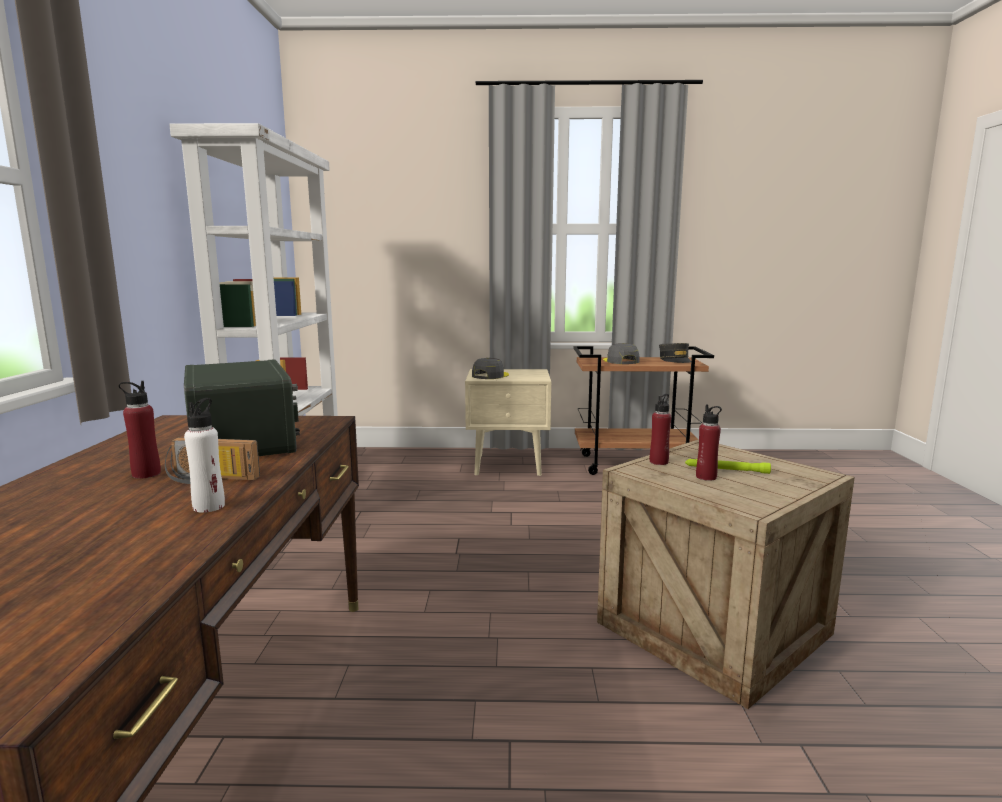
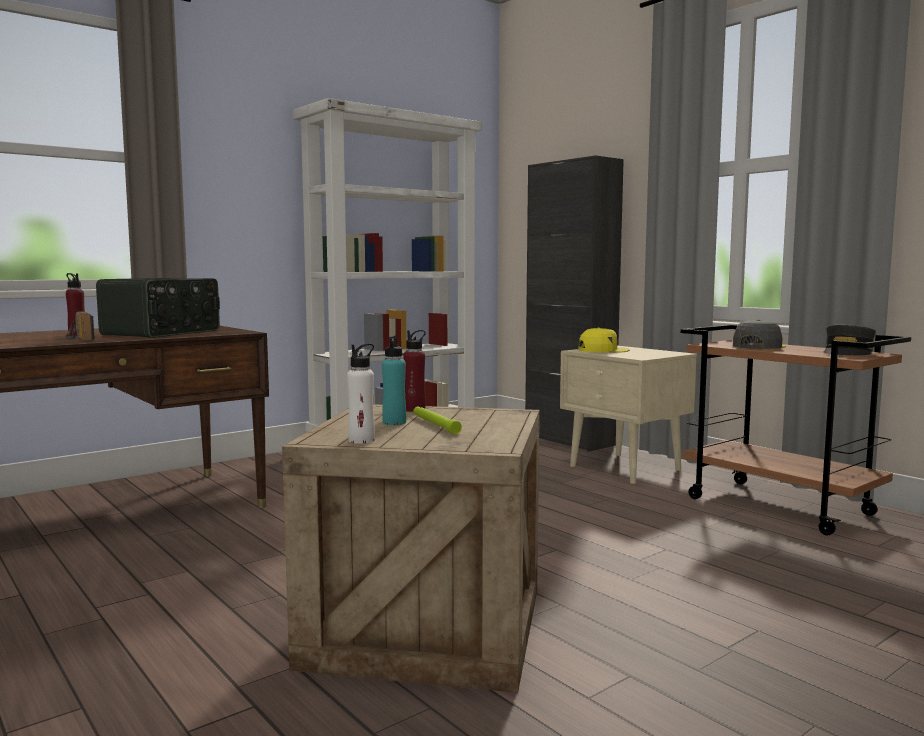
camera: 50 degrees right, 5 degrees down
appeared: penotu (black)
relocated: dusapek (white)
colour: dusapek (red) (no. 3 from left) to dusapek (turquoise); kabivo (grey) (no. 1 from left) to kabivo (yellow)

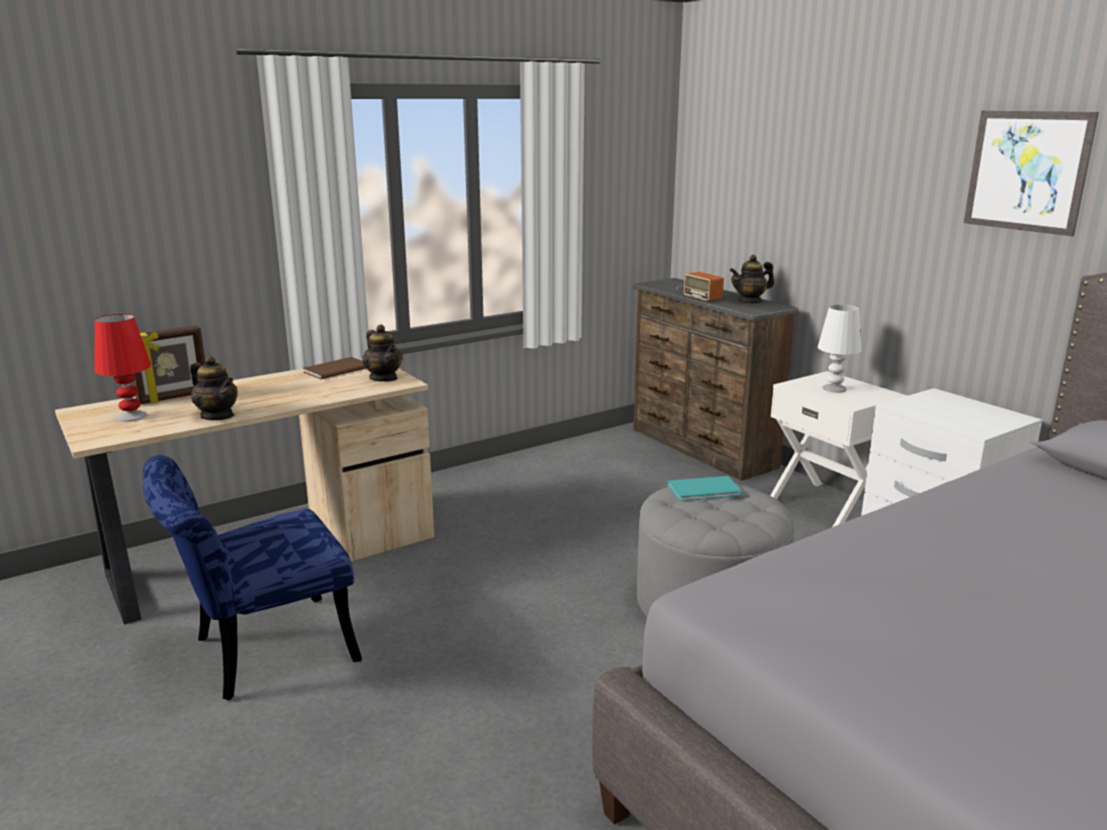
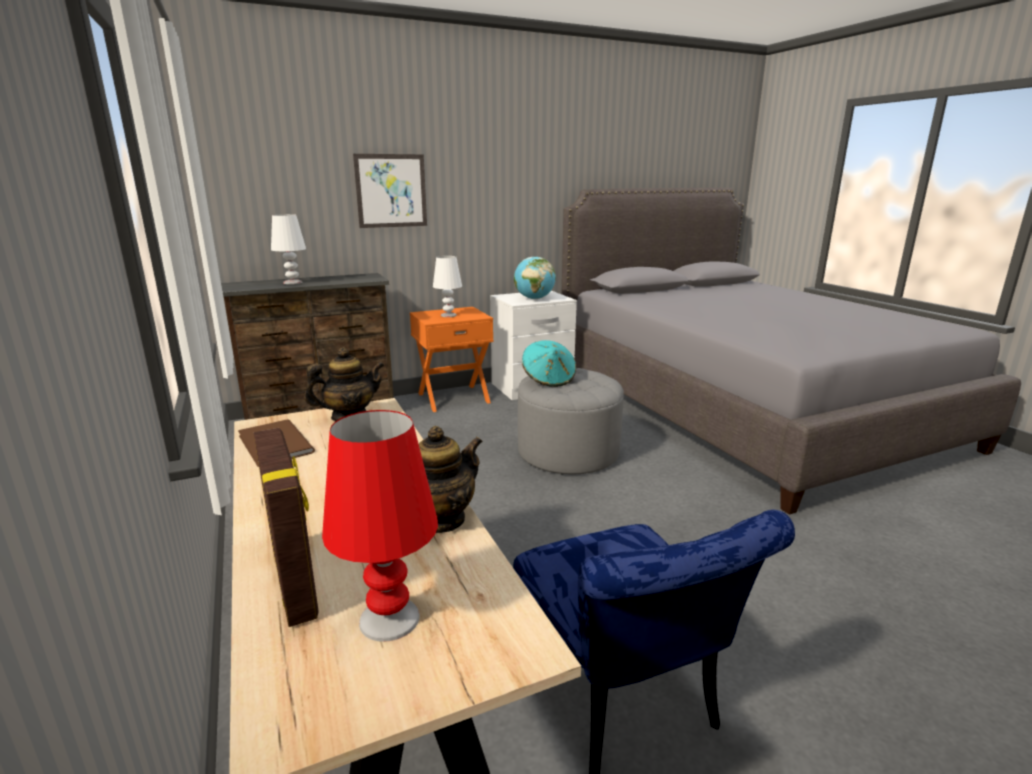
camera: 80 degrees left, 0 degrees up
missing: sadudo (no. 3 from left)
appeared: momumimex
relocated: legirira
exchanged: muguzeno to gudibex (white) (no. 1 from left); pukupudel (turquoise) to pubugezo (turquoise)
colour: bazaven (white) (no. 1 from left) to bazaven (orange)

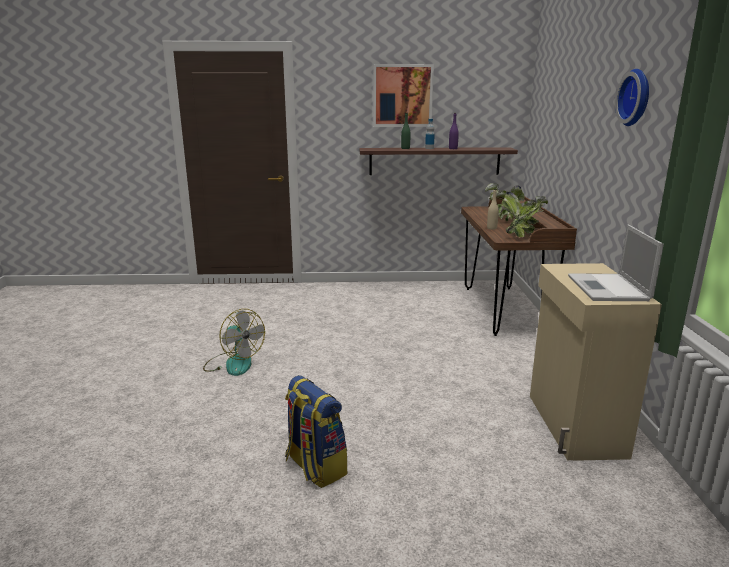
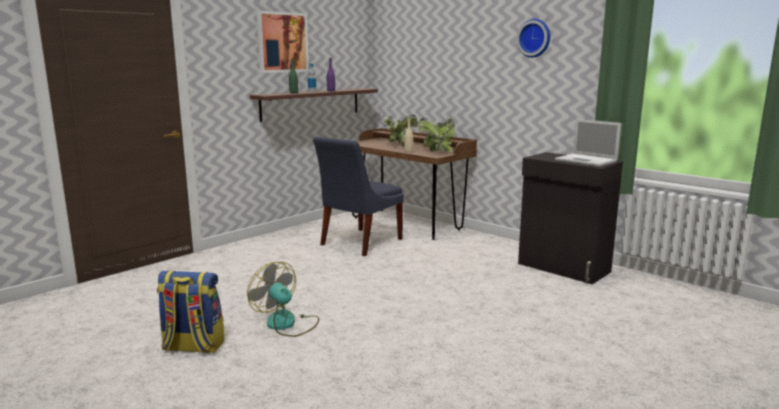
camera: 45 degrees left, 5 degrees down
appeared: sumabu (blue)
relocated: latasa
colour: penotu (beige) to penotu (black)
spun: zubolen 135 degrees counterclockwise

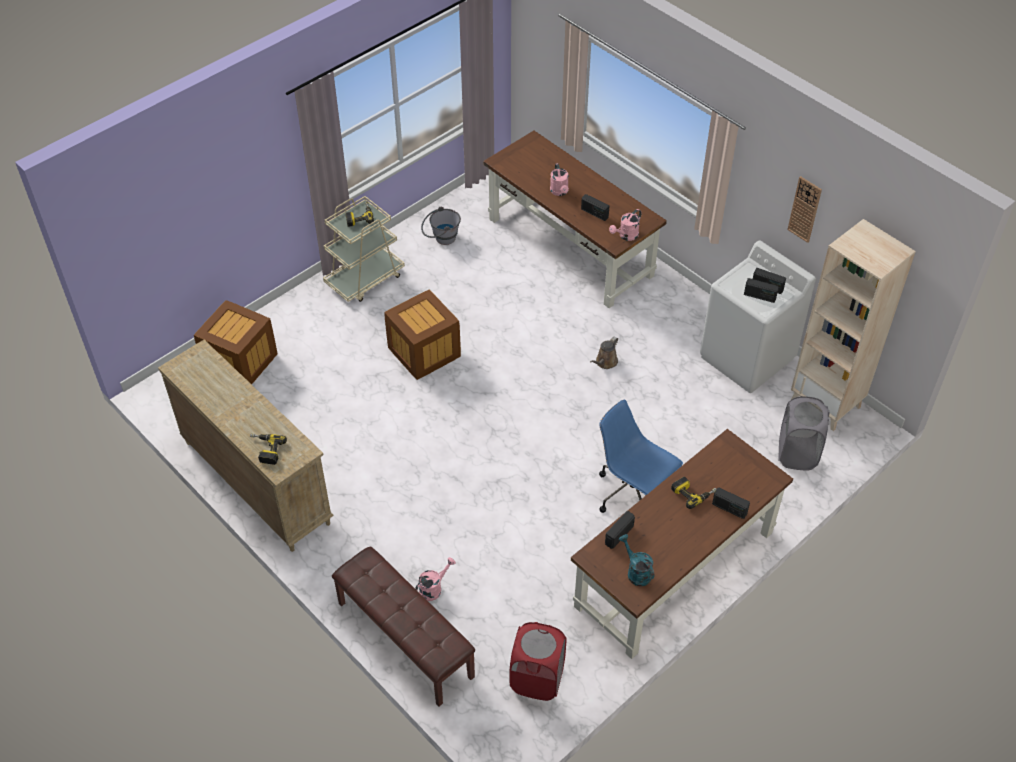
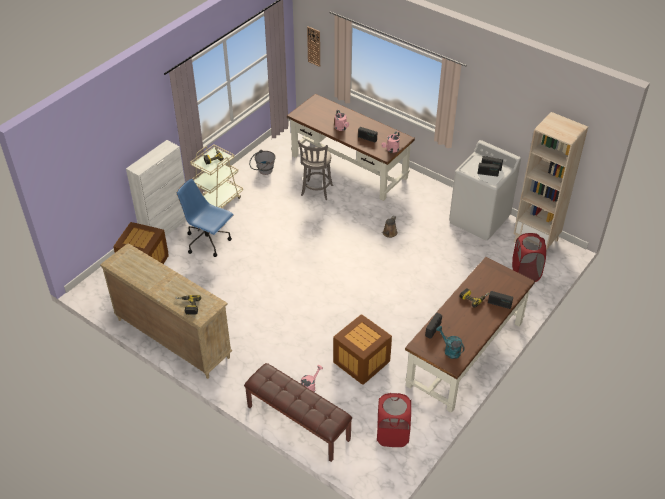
camera: 10 degrees left, 5 degrees down
appeared: penotu (white); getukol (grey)
relocated: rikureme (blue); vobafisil; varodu (no. 2 from left)
colour: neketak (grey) to neketak (red) (no. 2 from left)

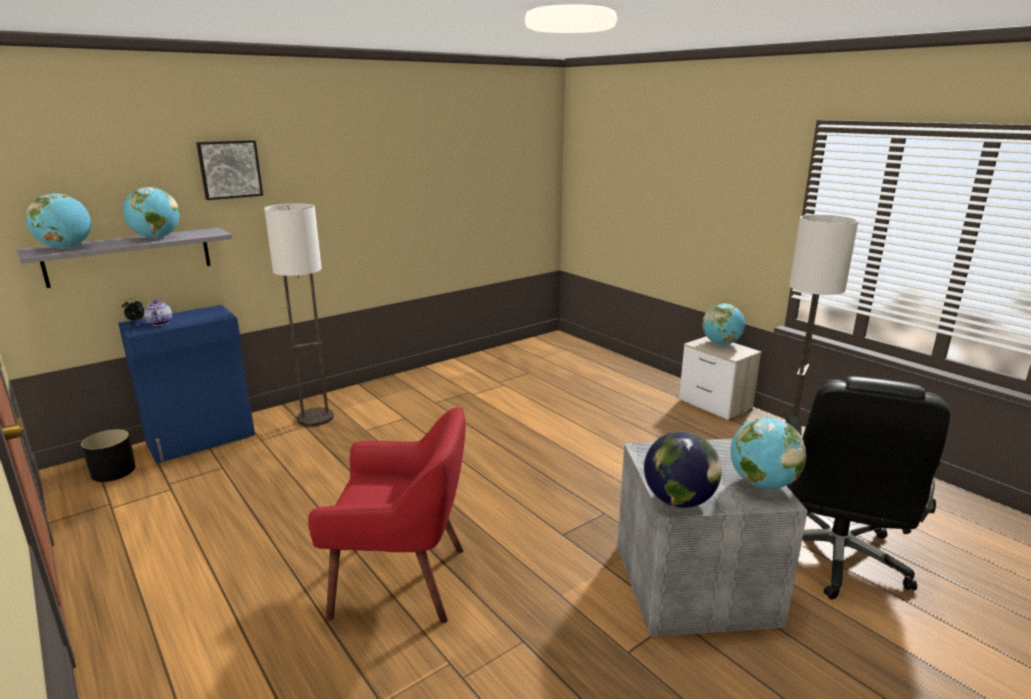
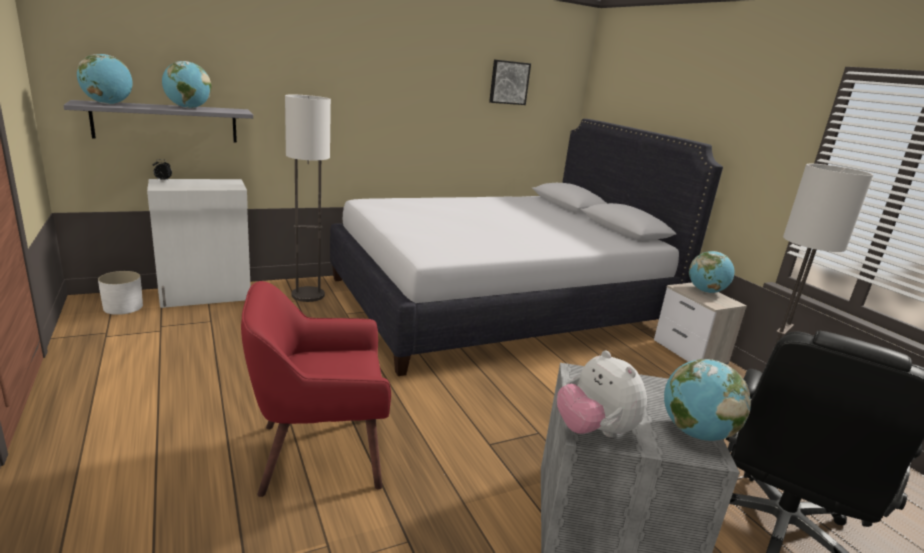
camera: 10 degrees right, 0 degrees up
missing: sadudo
appeared: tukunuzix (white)
relocated: legirira
exchanged: momumimex (no. 3 from left) to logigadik
colour: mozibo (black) to mozibo (white); penotu (blue) to penotu (white)
spun: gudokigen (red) 150 degrees clockwise

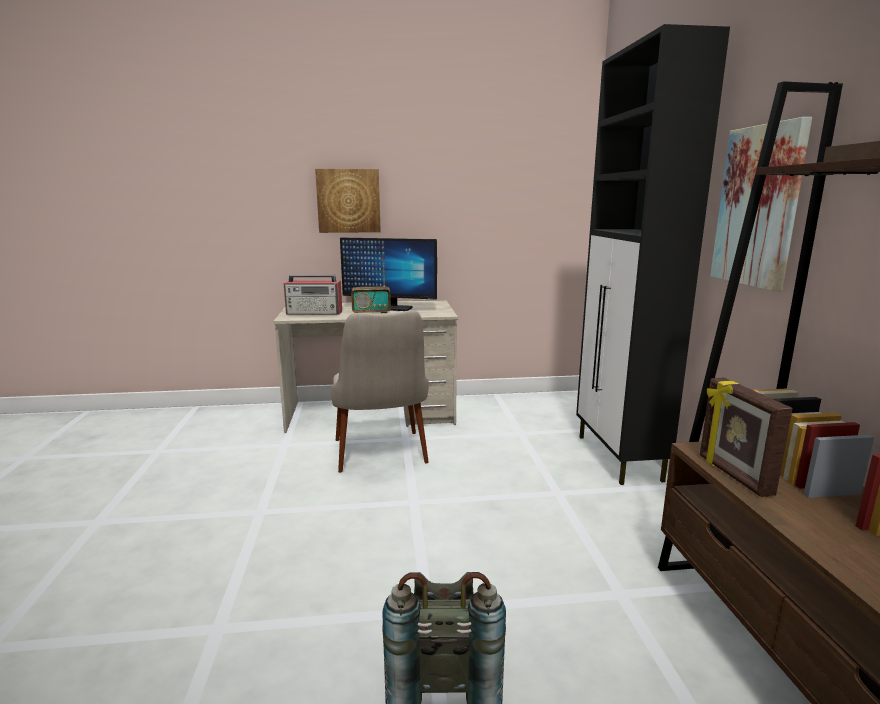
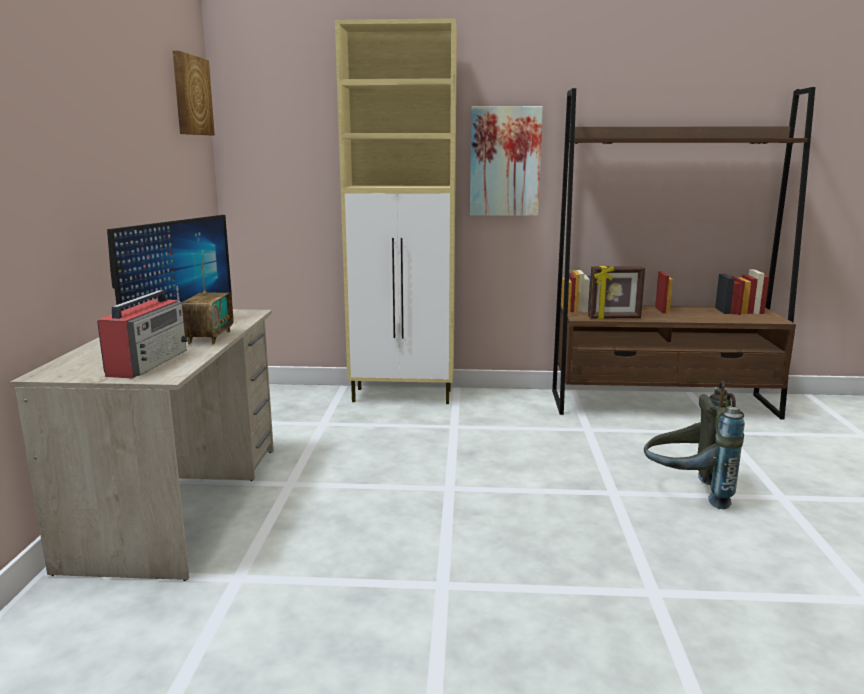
camera: 80 degrees left, 0 degrees up
missing: sumabu (beige)
relocated: legirira (no. 1 from left)
colour: penotu (black) to penotu (beige)

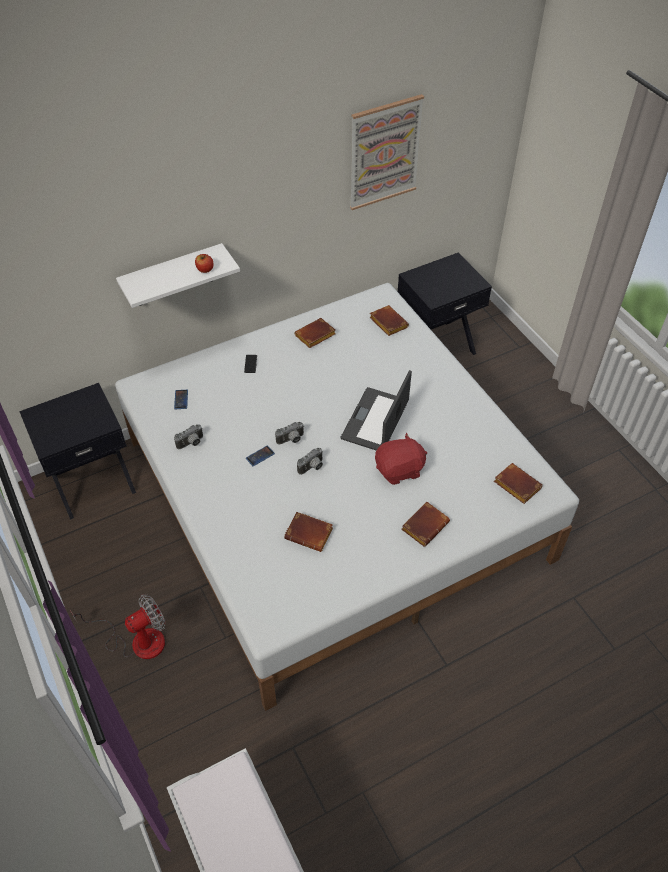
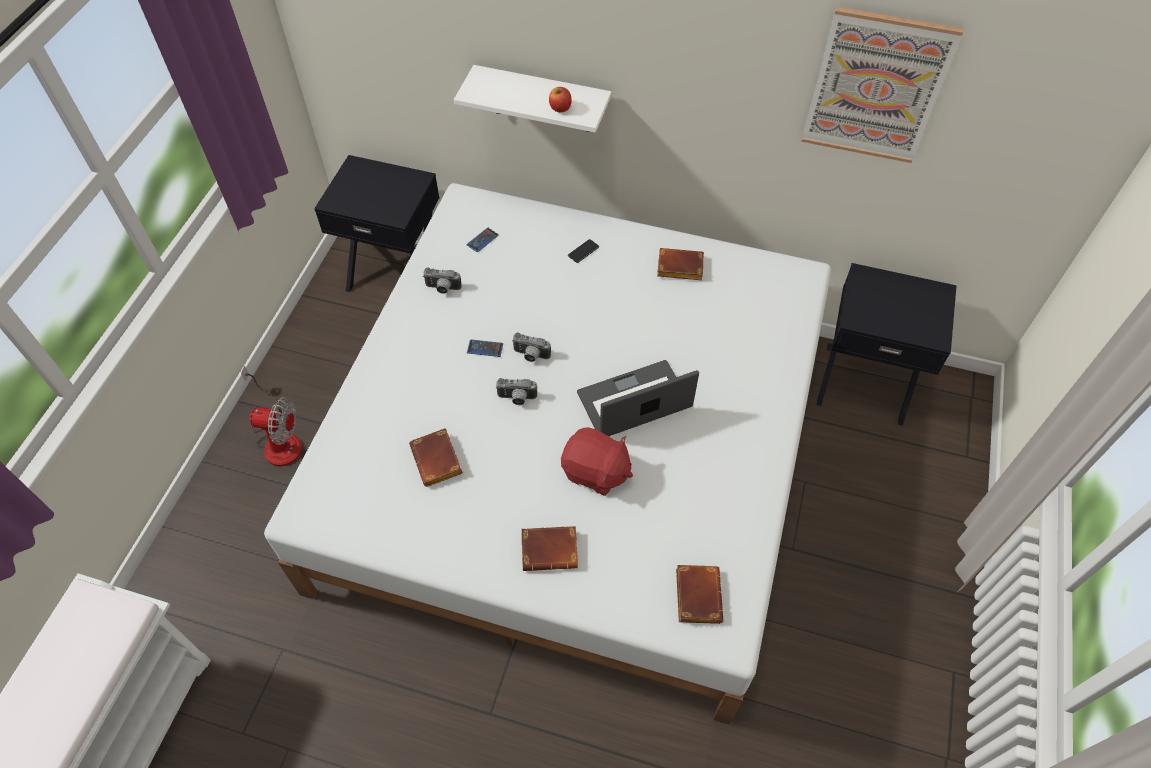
camera: 45 degrees right, 5 degrees up
missing: pukupudel (brown) (no. 3 from left)

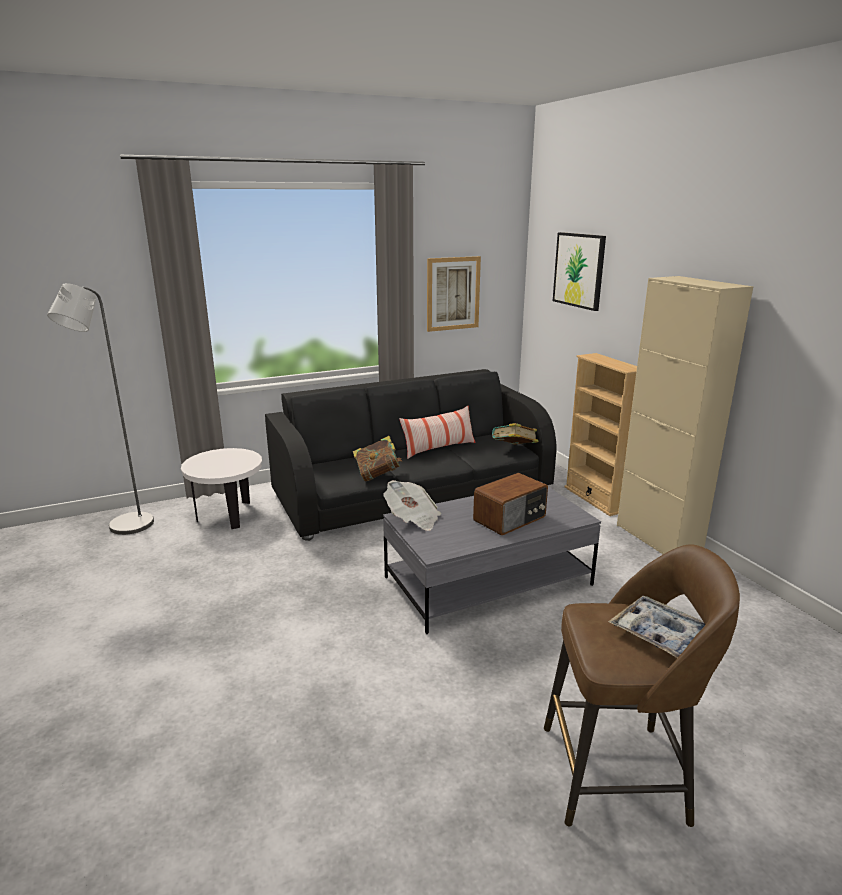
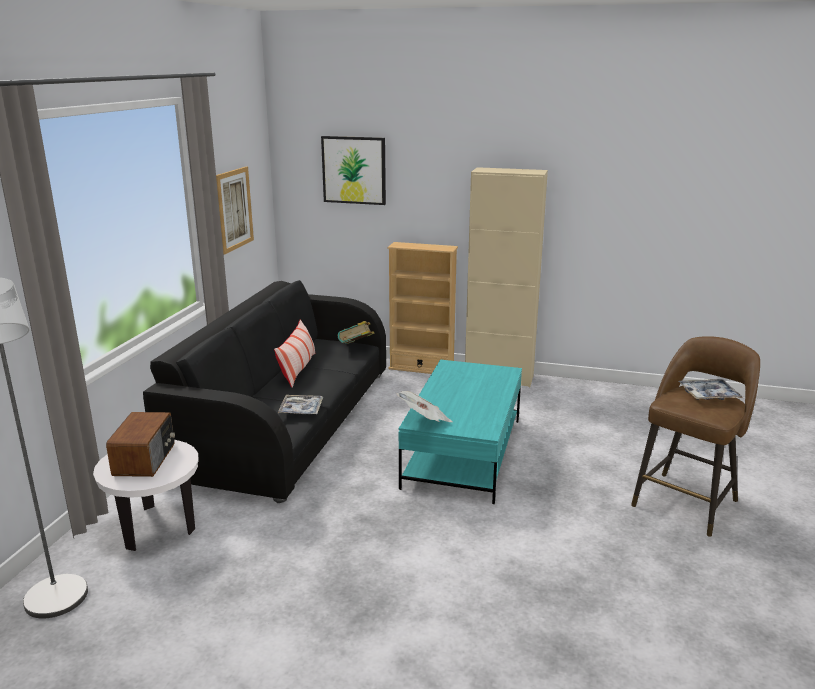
camera: 50 degrees left, 0 degrees up
relocated: muguzeno
exchanged: pukupudel (no. 1 from left) to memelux (no. 1 from left)
colour: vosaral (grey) to vosaral (turquoise)

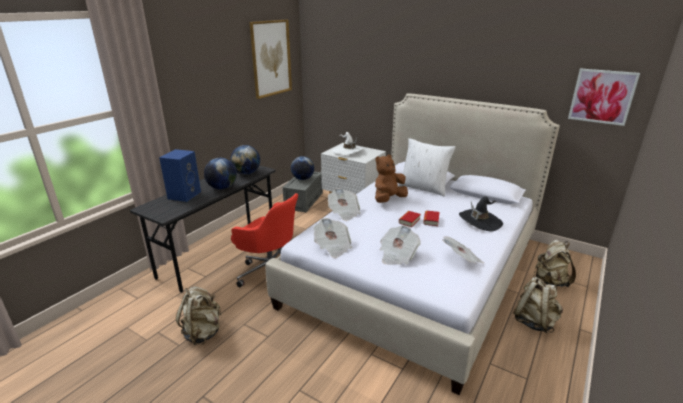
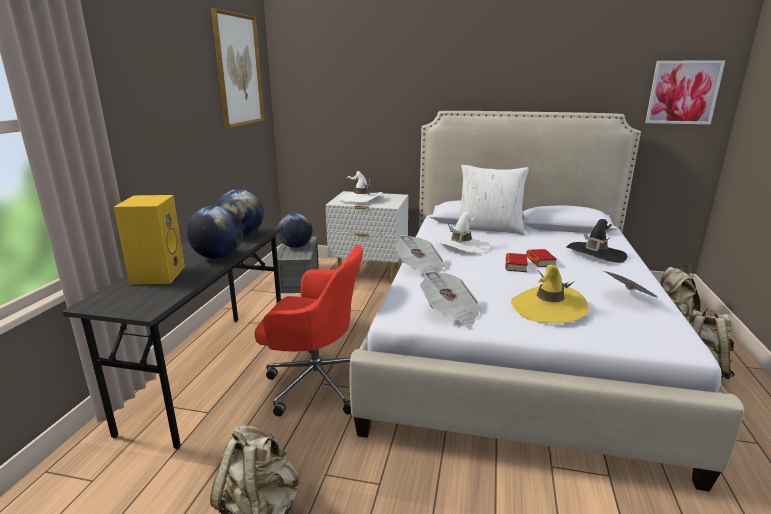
camera: 20 degrees left, 5 degrees down
exchanged: logigadik (brown) to pubugezo (white) (no. 2 from left); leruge (no. 3 from left) to pubugezo (yellow)
colour: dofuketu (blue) to dofuketu (yellow)

